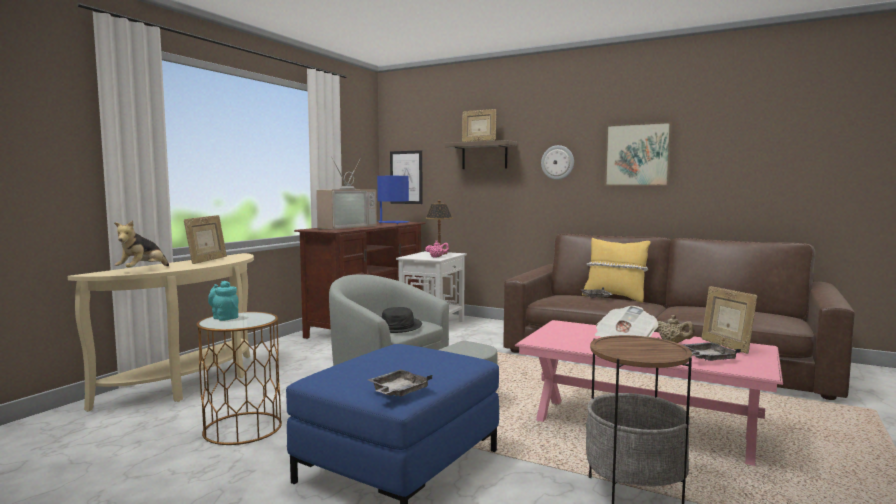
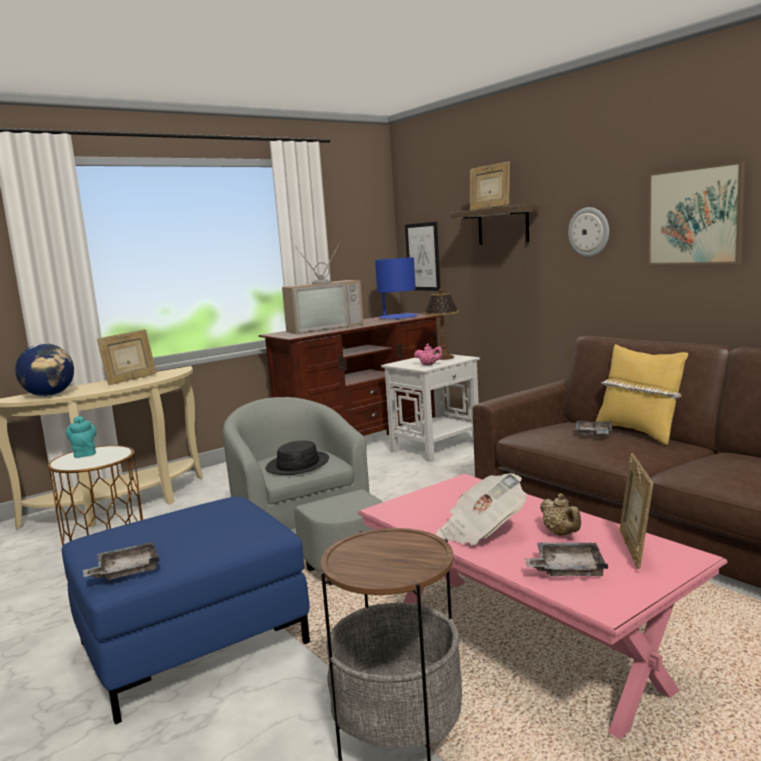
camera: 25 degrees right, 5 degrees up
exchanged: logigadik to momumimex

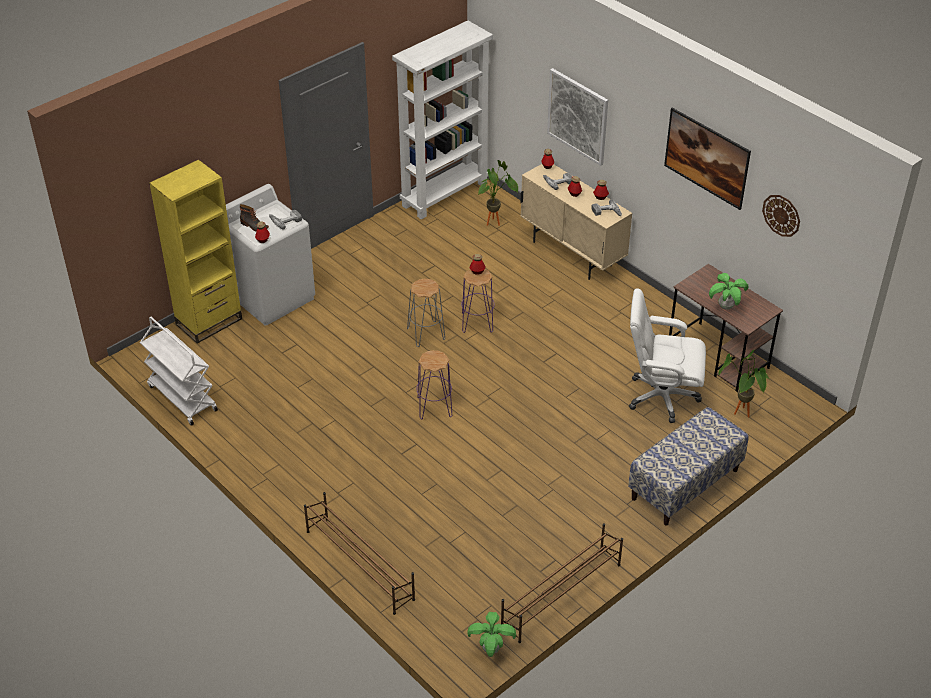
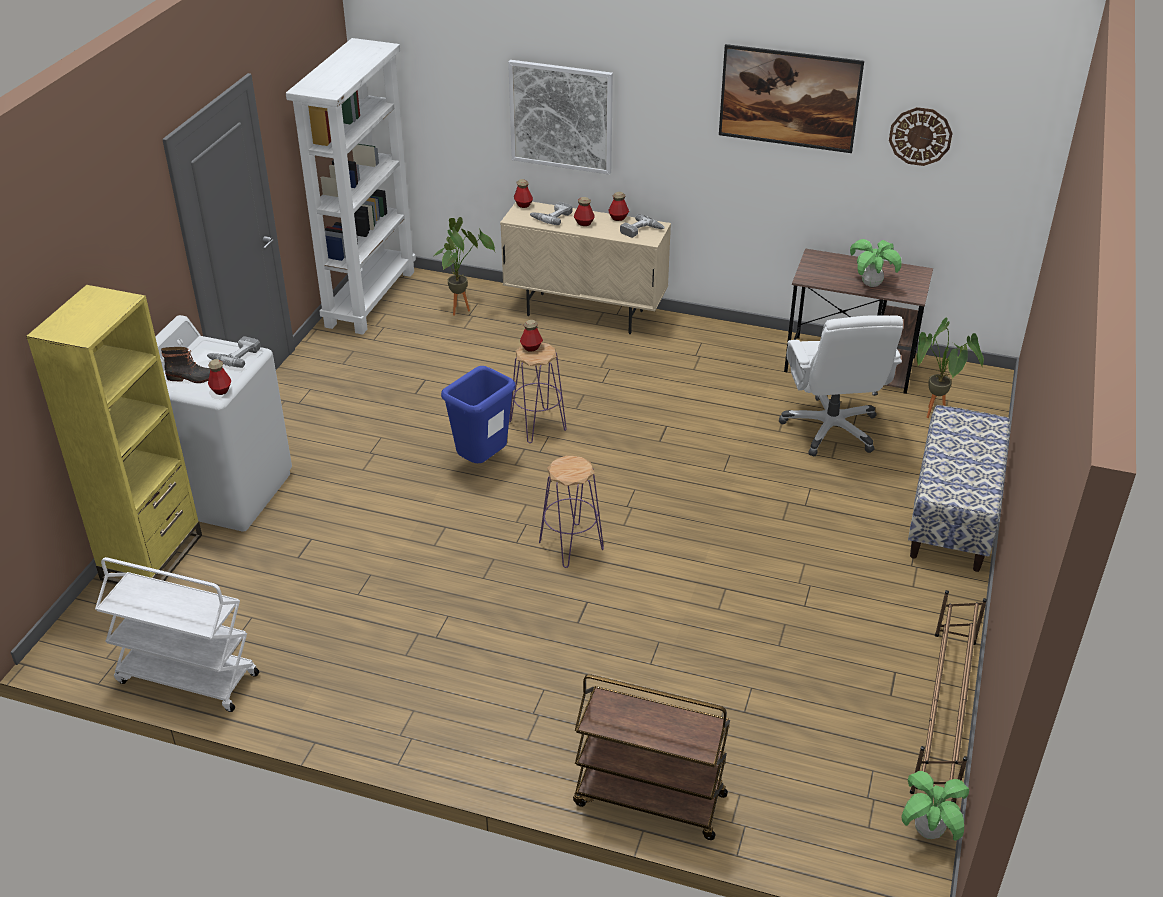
camera: 30 degrees left, 5 degrees down
exchanged: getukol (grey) to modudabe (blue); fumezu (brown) (no. 1 from left) to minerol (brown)
spun: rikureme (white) 75 degrees counterclockwise

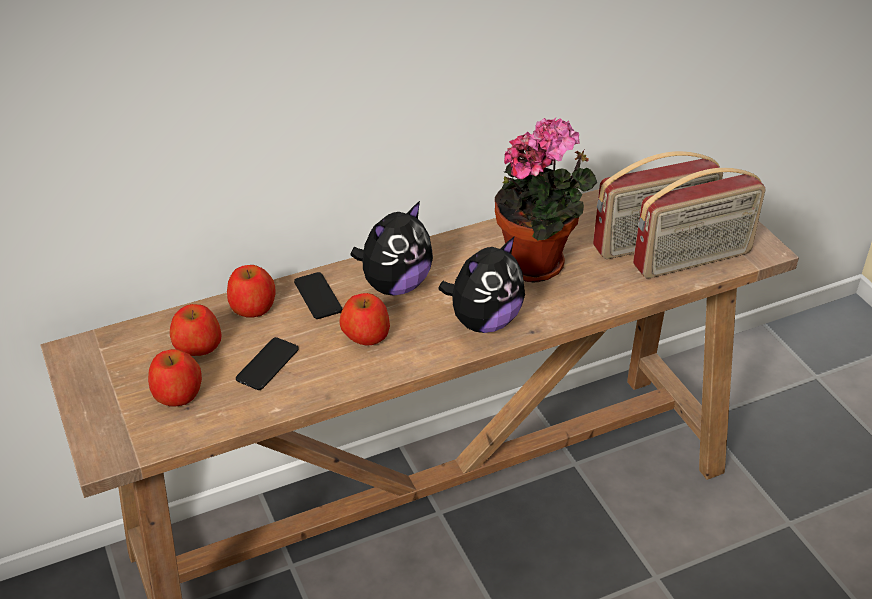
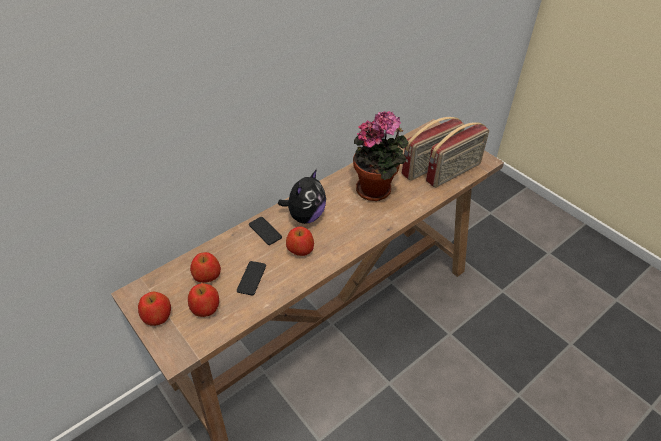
camera: 15 degrees left, 5 degrees up
missing: logigadik (no. 2 from left)
relocated: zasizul (no. 3 from left in the first image) to zasizul (no. 1 from left)

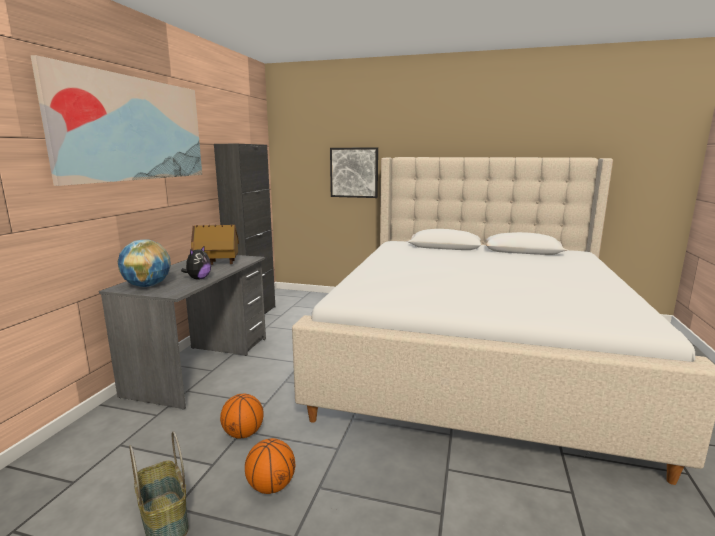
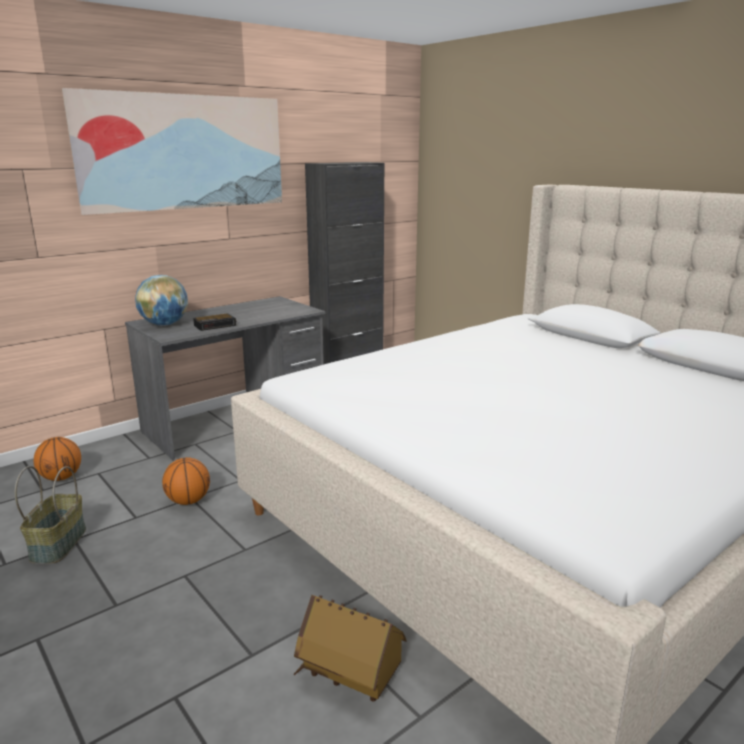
camera: 35 degrees right, 5 degrees up
missing: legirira (no. 2 from left)
relocated: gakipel (no. 2 from left in the first image) to gakipel (no. 1 from left); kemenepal
exchanged: logigadik to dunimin

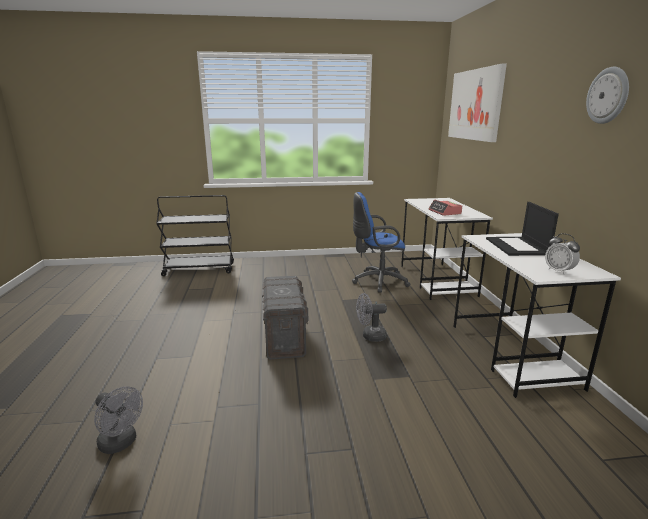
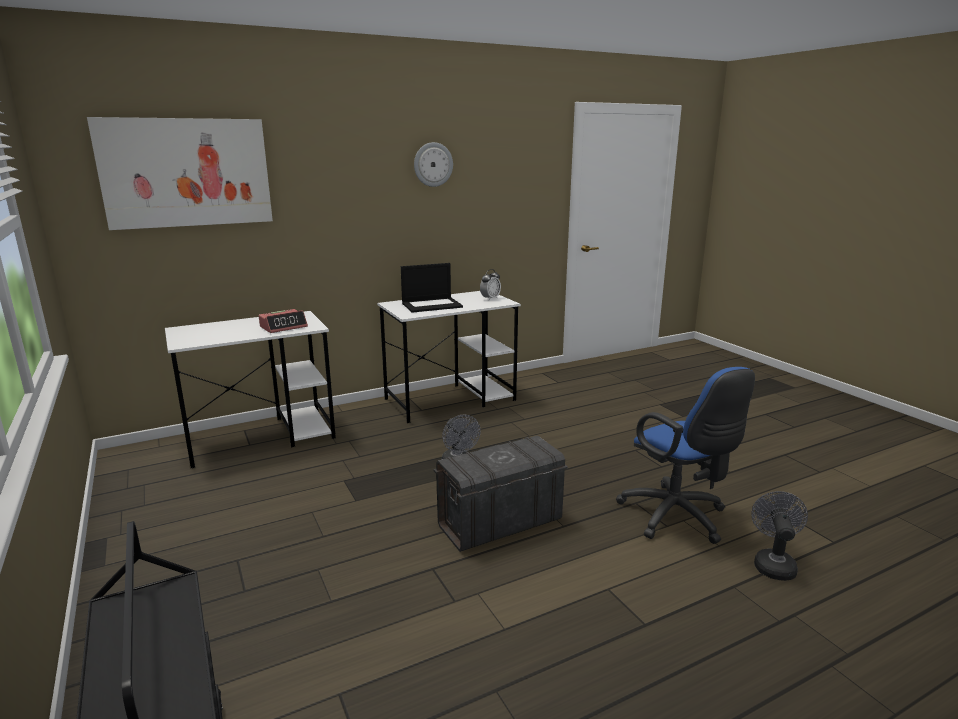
camera: 110 degrees left, 0 degrees up
relocated: rikureme (blue)

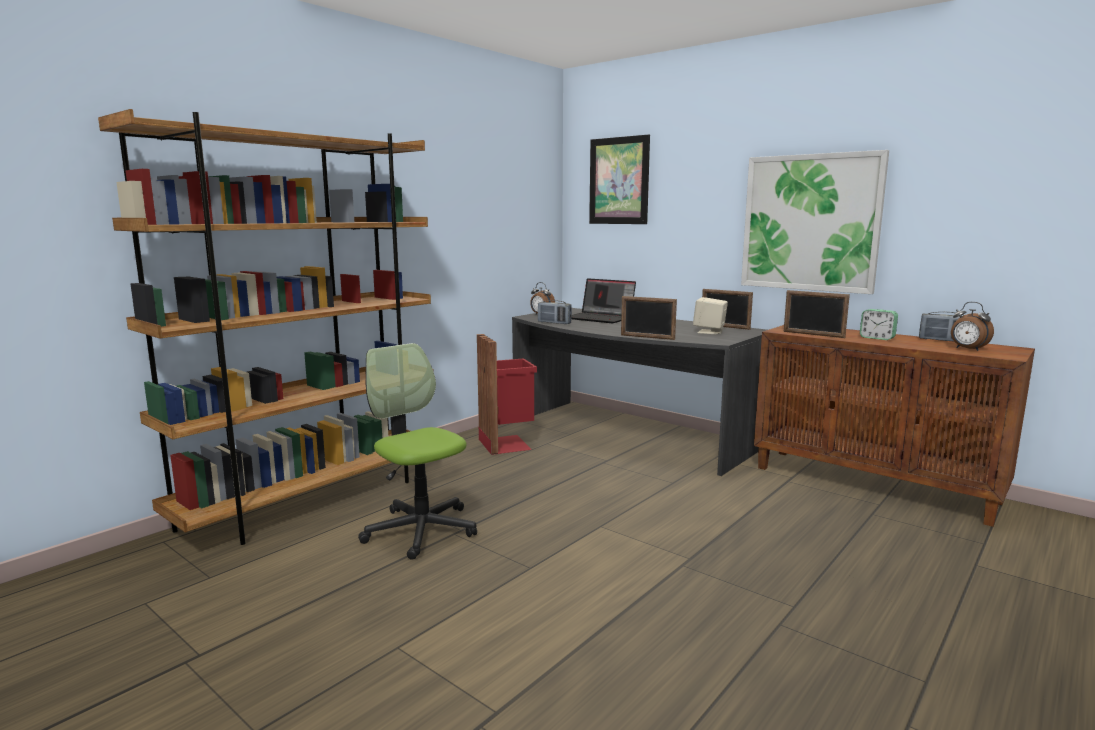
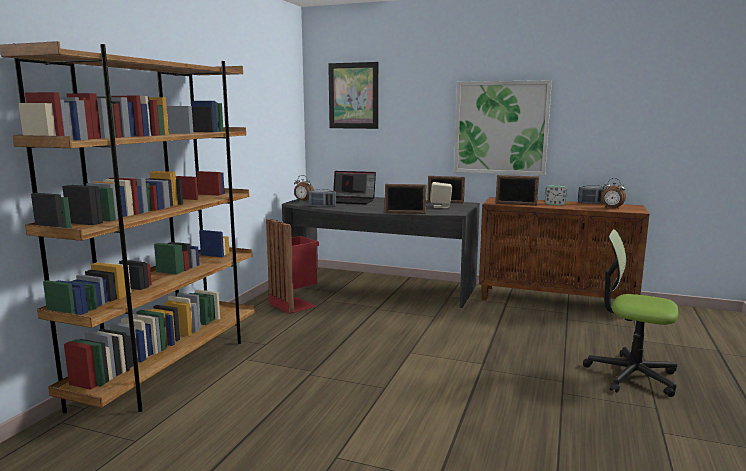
camera: 20 degrees left, 0 degrees up
relocated: rikureme

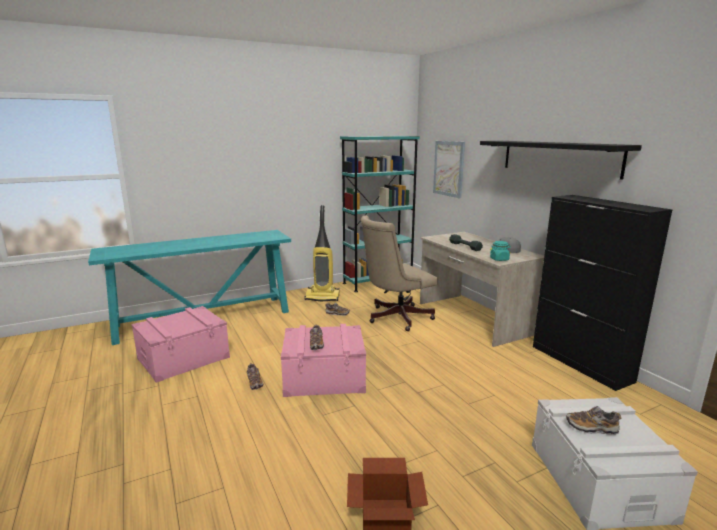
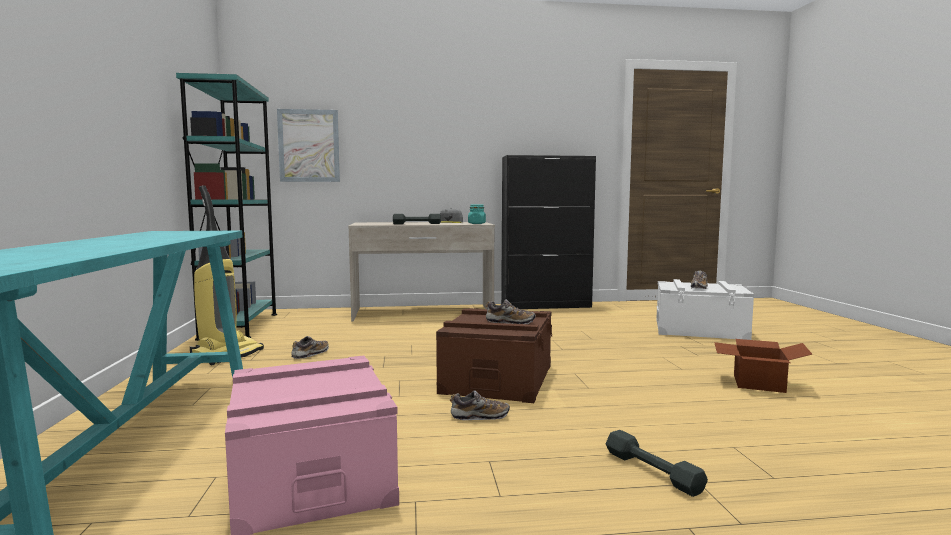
camera: 70 degrees left, 10 degrees down
missing: rikureme (beige); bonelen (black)
appeared: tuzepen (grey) (no. 2 from left)
colour: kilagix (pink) (no. 2 from left) to kilagix (brown)

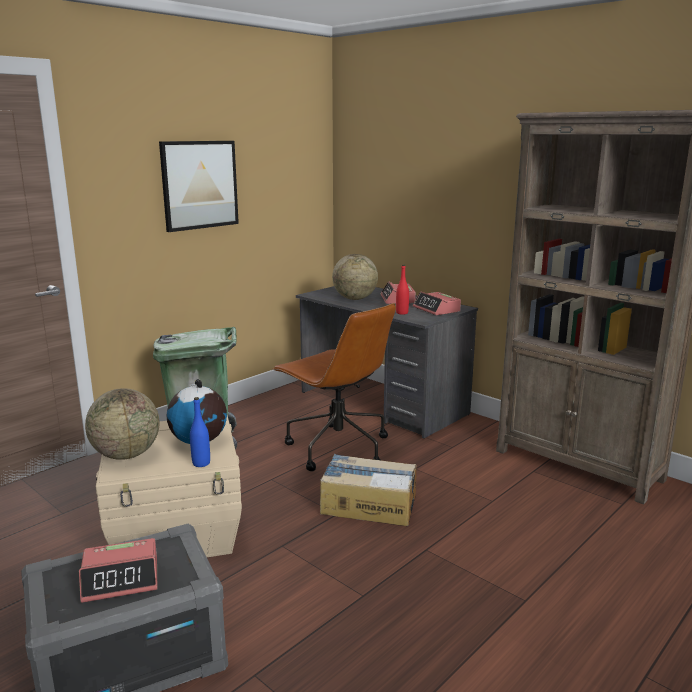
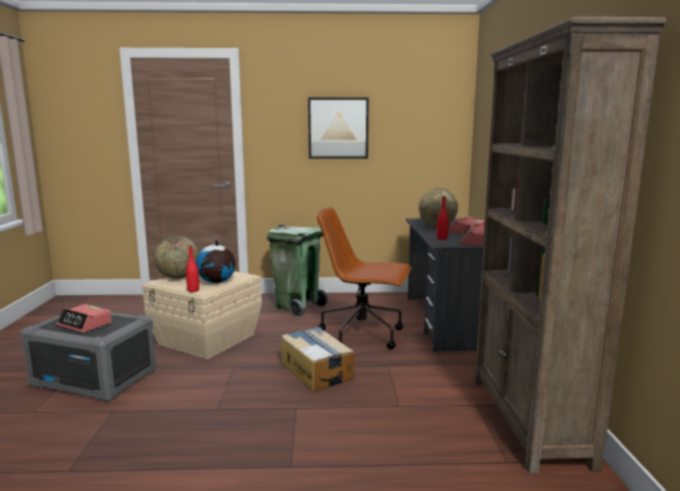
camera: 45 degrees right, 5 degrees down
colour: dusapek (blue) to dusapek (red) (no. 1 from left)
spun: rikureme (brown) 105 degrees clockwise

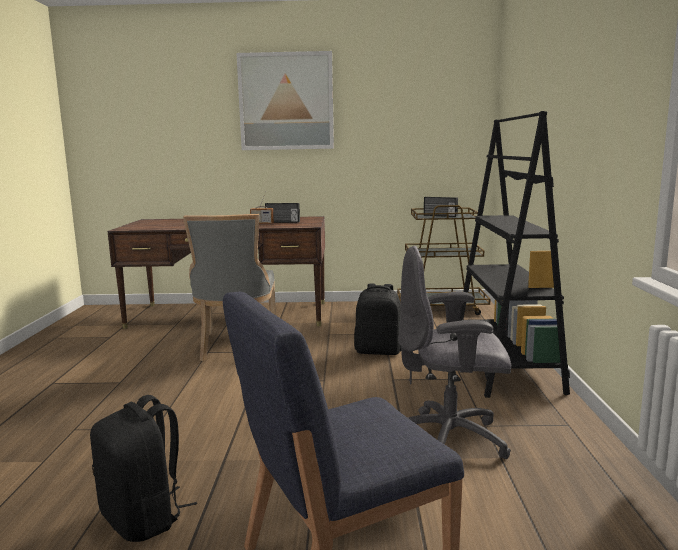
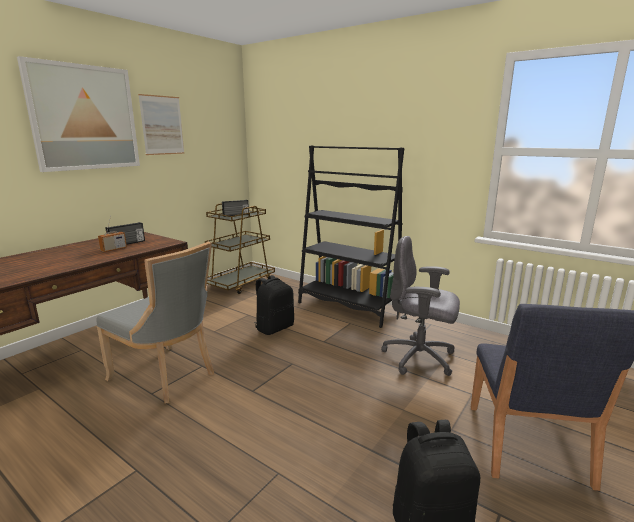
camera: 55 degrees left, 5 degrees up
appeared: legirira (no. 2 from left)
spun: rikureme (grey) 75 degrees clockwise

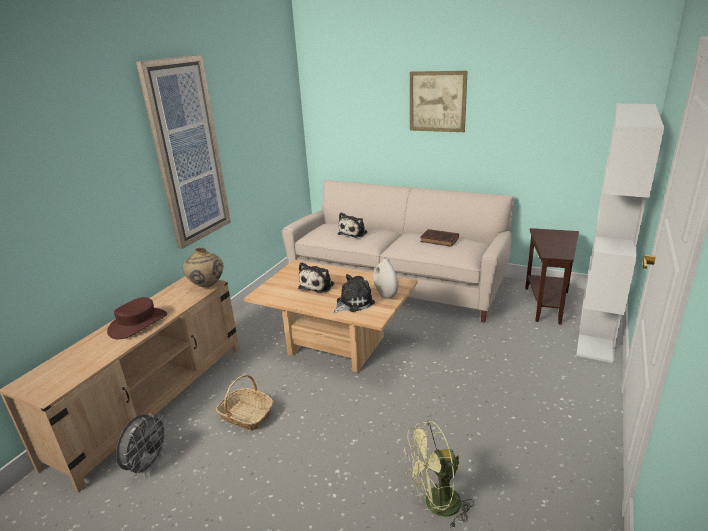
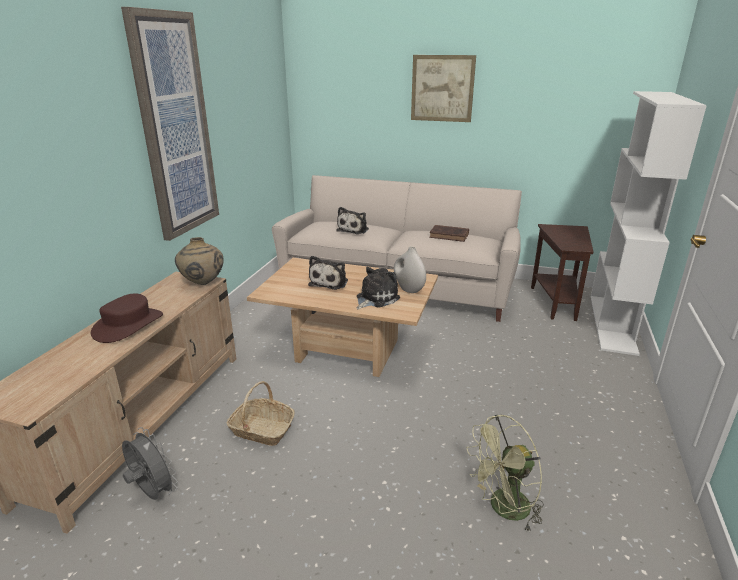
camera: 10 degrees left, 0 degrees up
spun: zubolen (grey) 60 degrees counterclockwise

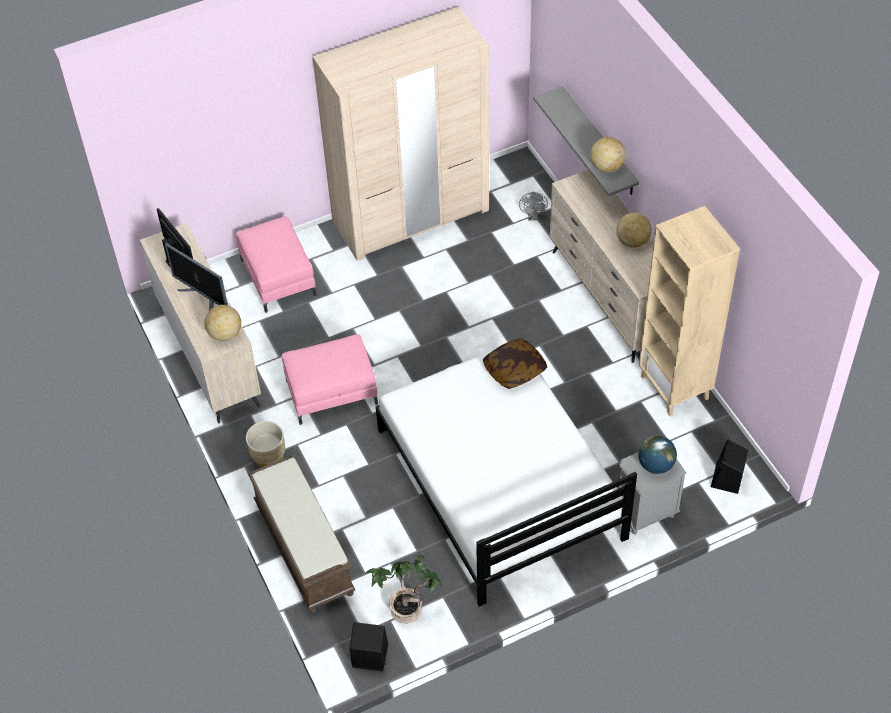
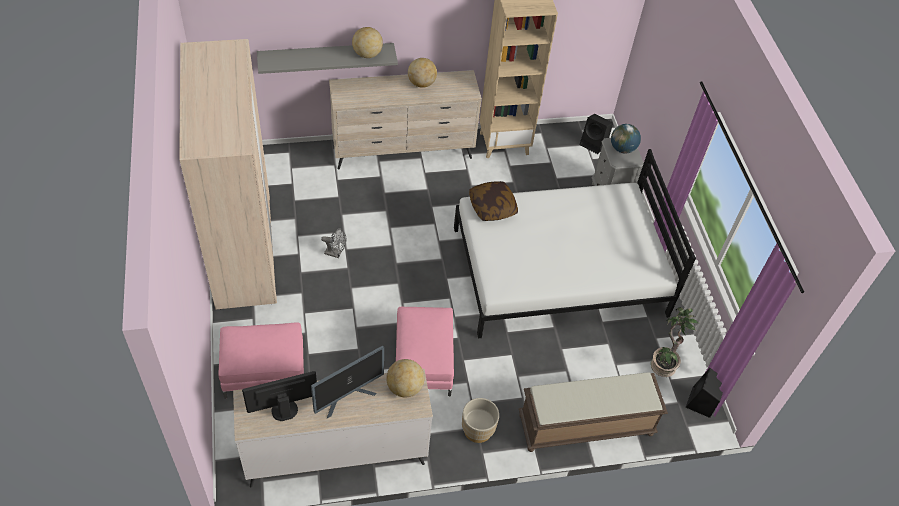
camera: 80 degrees left, 0 degrees up
relocated: zubolen (grey)

